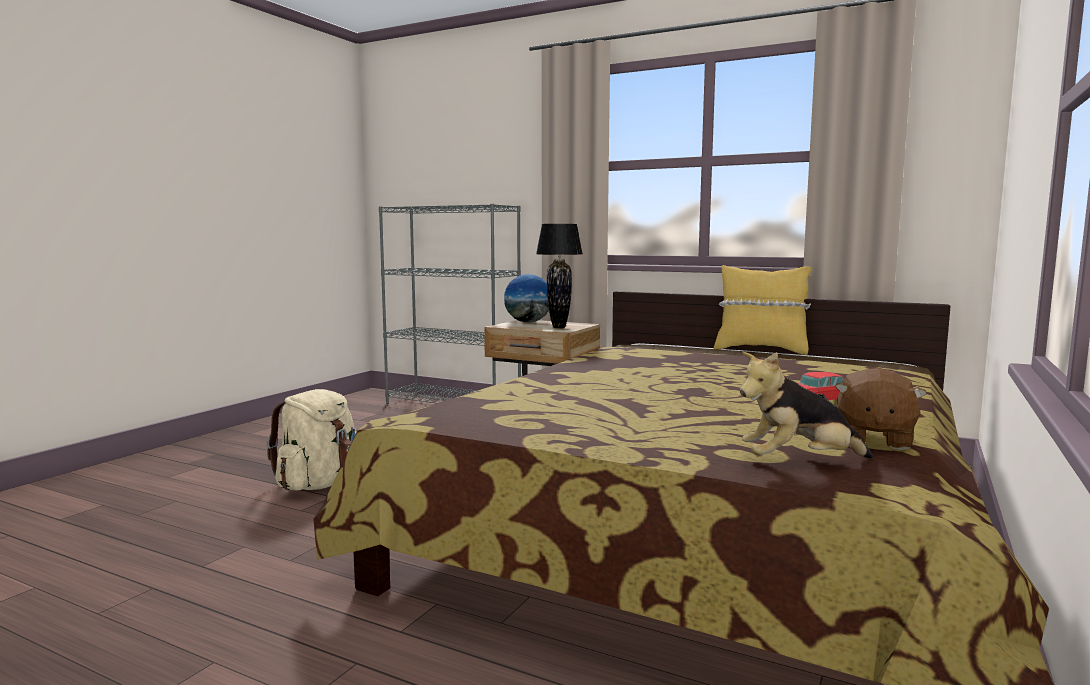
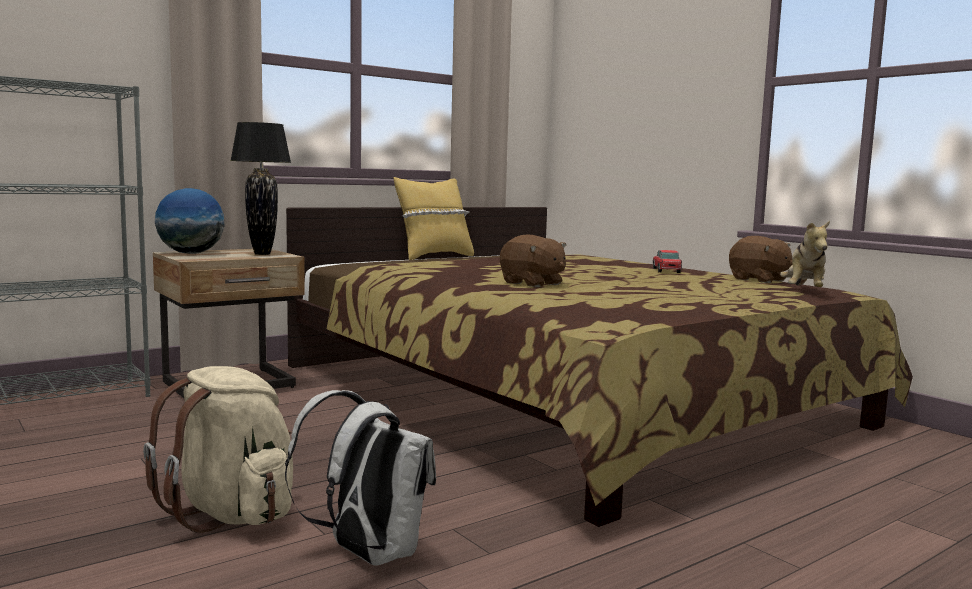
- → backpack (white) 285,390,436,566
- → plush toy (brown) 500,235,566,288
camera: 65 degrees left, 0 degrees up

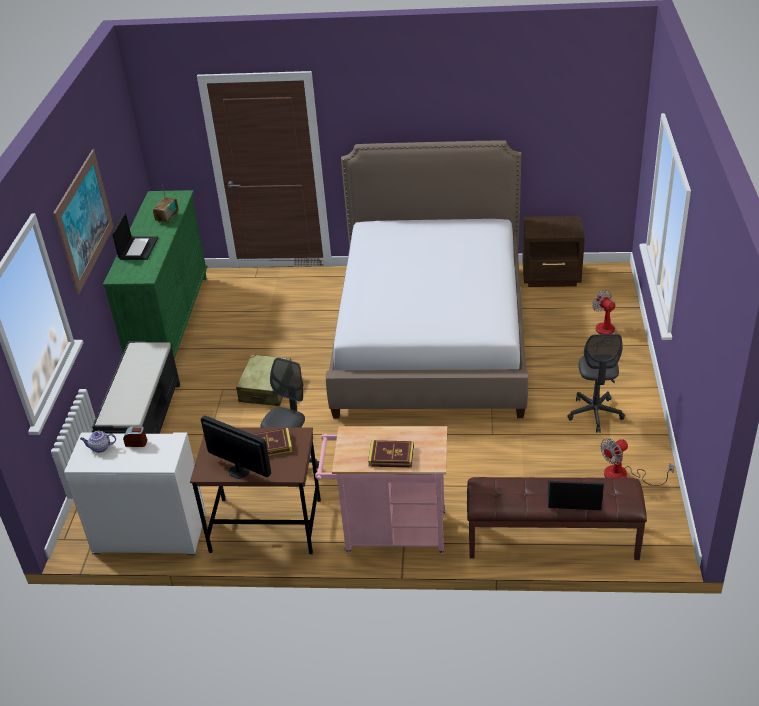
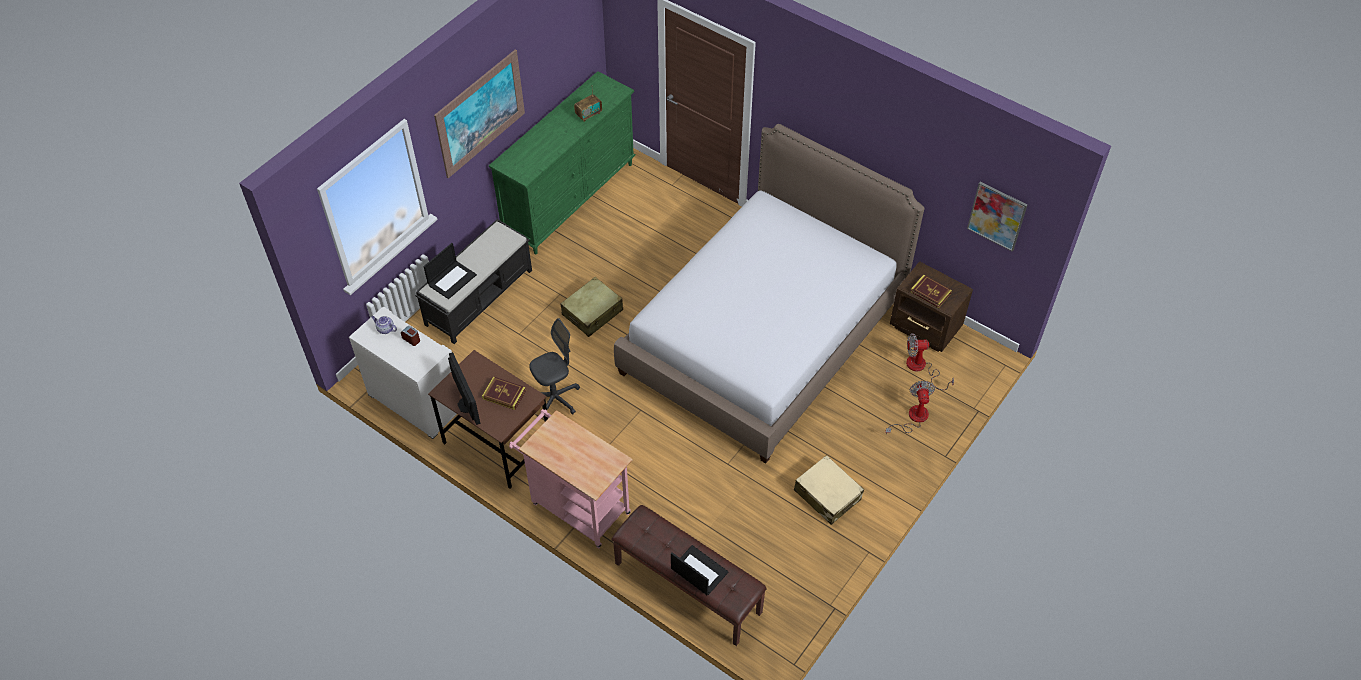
- → picture 967,182,1027,252
laptop 112,213,158,260 → laptop 423,243,477,299, relocated
book 368,440,414,468 → book 910,274,952,308, relocated
fan 600,438,674,486 → fan 906,333,954,390, relocated
office chair (grey) 567,334,625,433 → suitcase (beige) 794,455,864,525
camera: 30 degrees right, 15 degrees up

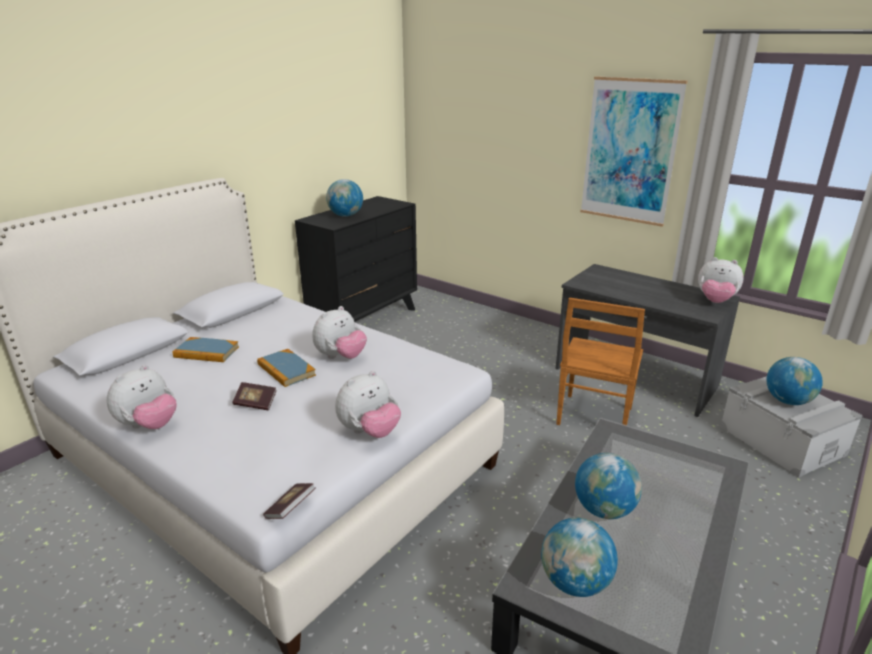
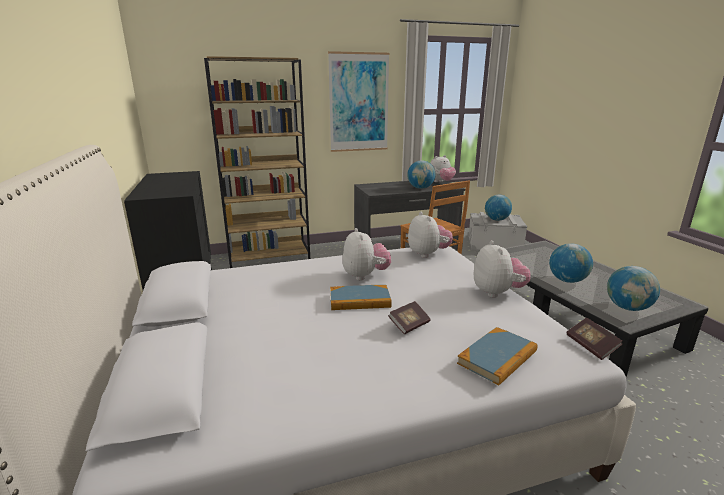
- → bookcase (brown) 204,56,310,268
plush toy 107,365,177,429 → plush toy 408,212,453,258, relocated
book 173,337,239,362 → book 457,327,537,385, relocated
globe 326,179,363,217 → globe 407,160,436,189, relocated
camera: 55 degrees left, 5 degrees down

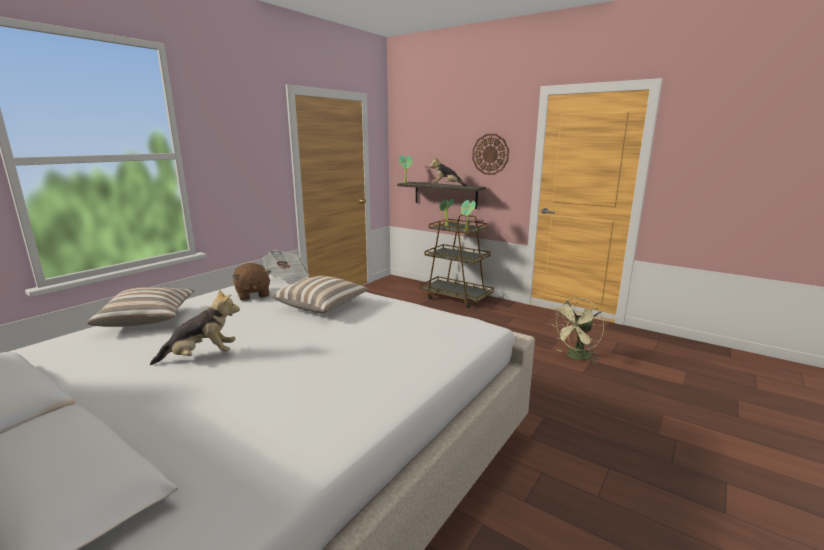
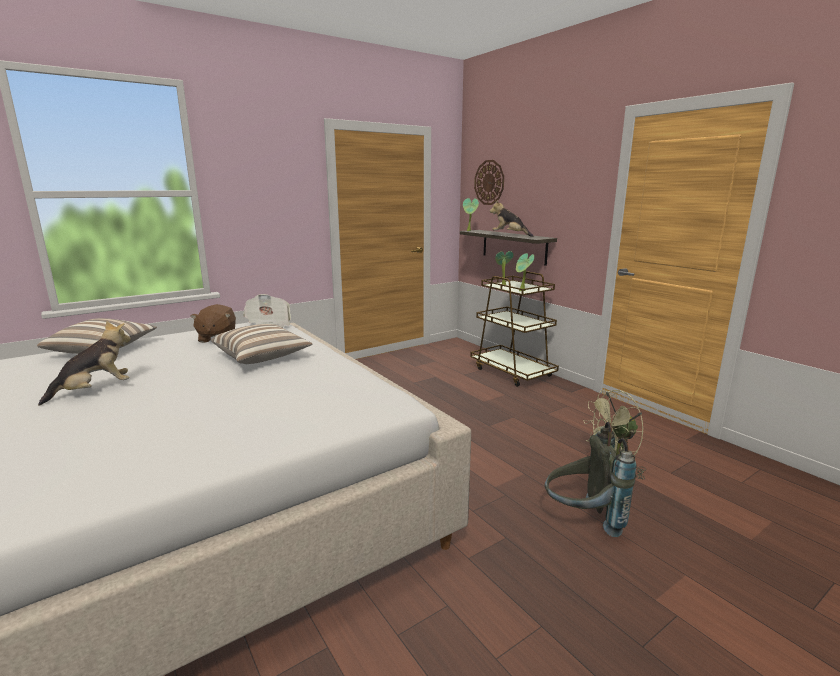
- → backpack (grey) 545,422,636,537
wall clock 472,134,509,175 → wall clock 474,160,504,205, relocated
plush toy 150,289,240,365 → plush toy 38,321,131,406, 45 degrees counterclockwise
camera: 20 degrees right, 0 degrees up

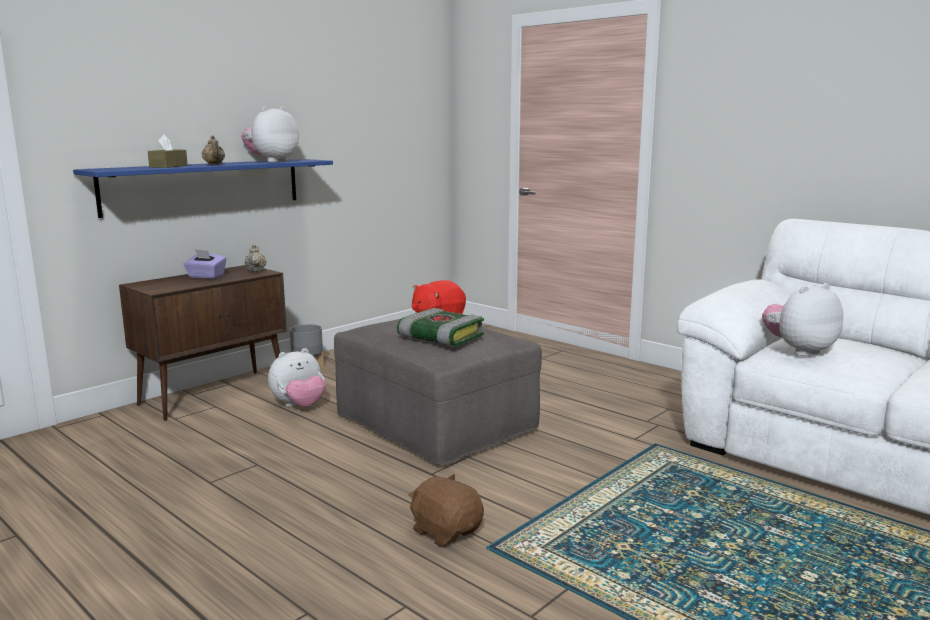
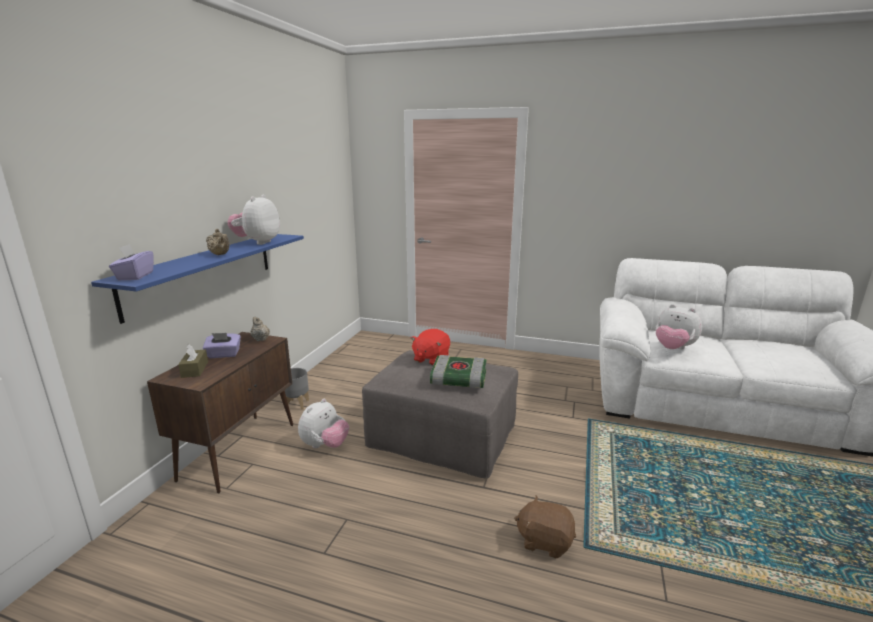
- → tissue box (purple) 109,244,154,280
tissue box (brown) 148,134,188,168 → tissue box (brown) 178,344,208,378, relocated
plush toy 762,283,843,356 → plush toy 655,304,702,349, 90 degrees counterclockwise
camera: 25 degrees left, 5 degrees up

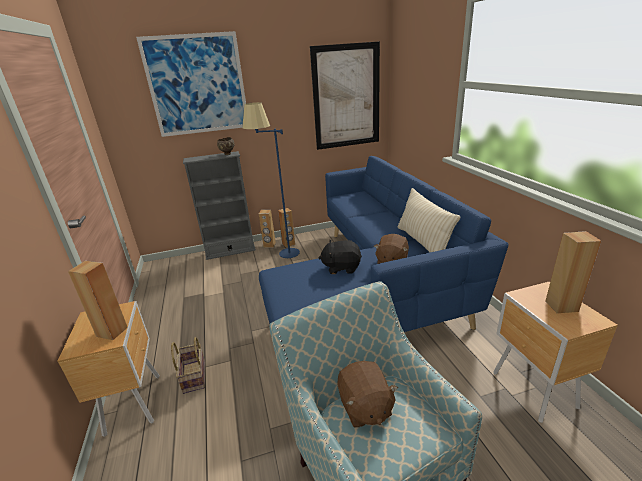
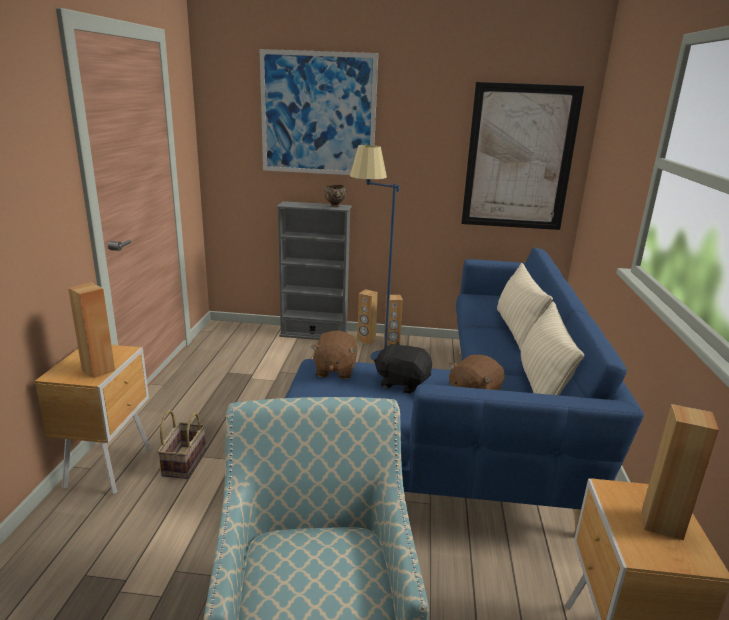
- → pillow (beige) 497,263,553,351
plush toy (brown) 337,361,398,428 → plush toy (brown) 311,330,357,379, relocated
camera: 20 degrees right, 5 degrees down

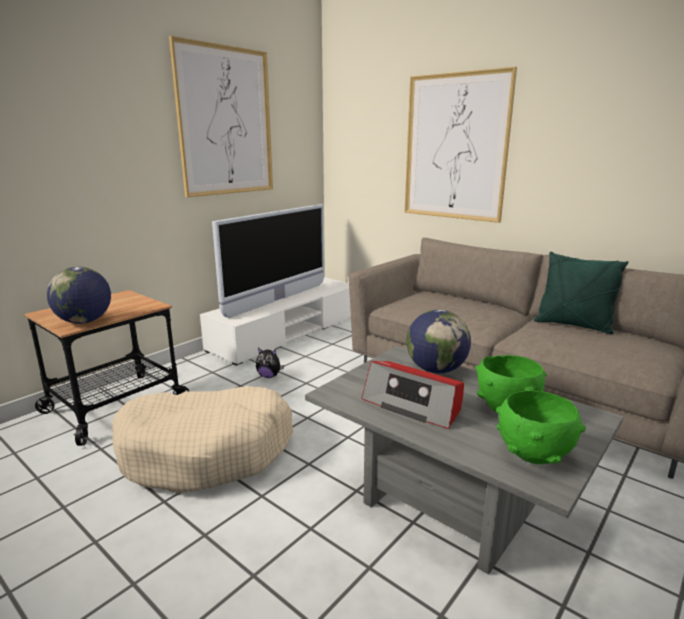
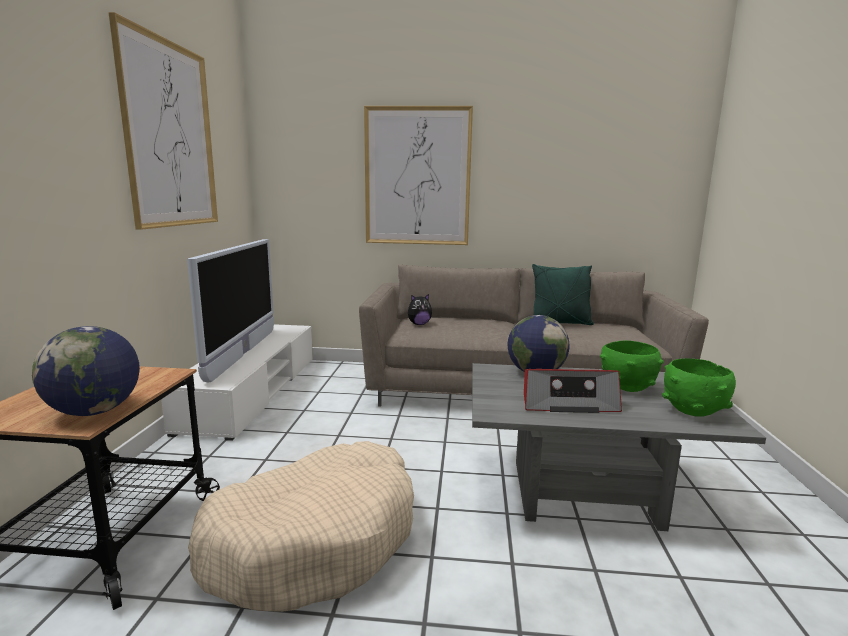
plush toy 256,348,284,378 → plush toy 408,294,432,325, relocated
camera: 35 degrees left, 5 degrees down

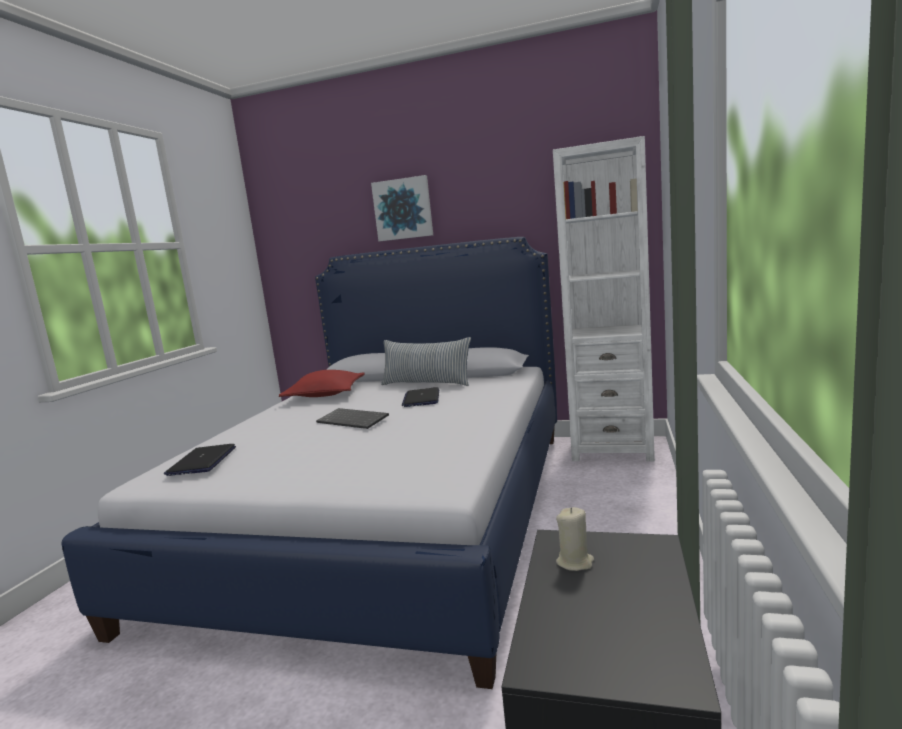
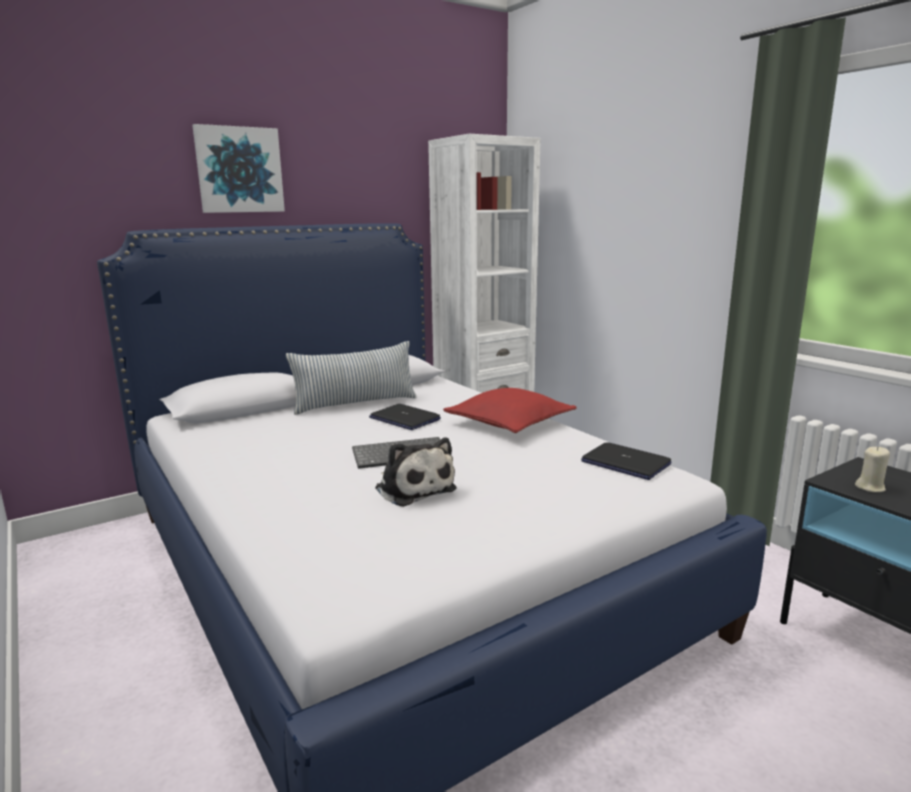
- → plush toy 375,437,457,507
laptop 164,444,236,476 → laptop 581,442,672,480, relocated
pillow (red) 279,370,365,397 → pillow (red) 443,388,577,433, relocated
camera: 50 degrees left, 5 degrees up

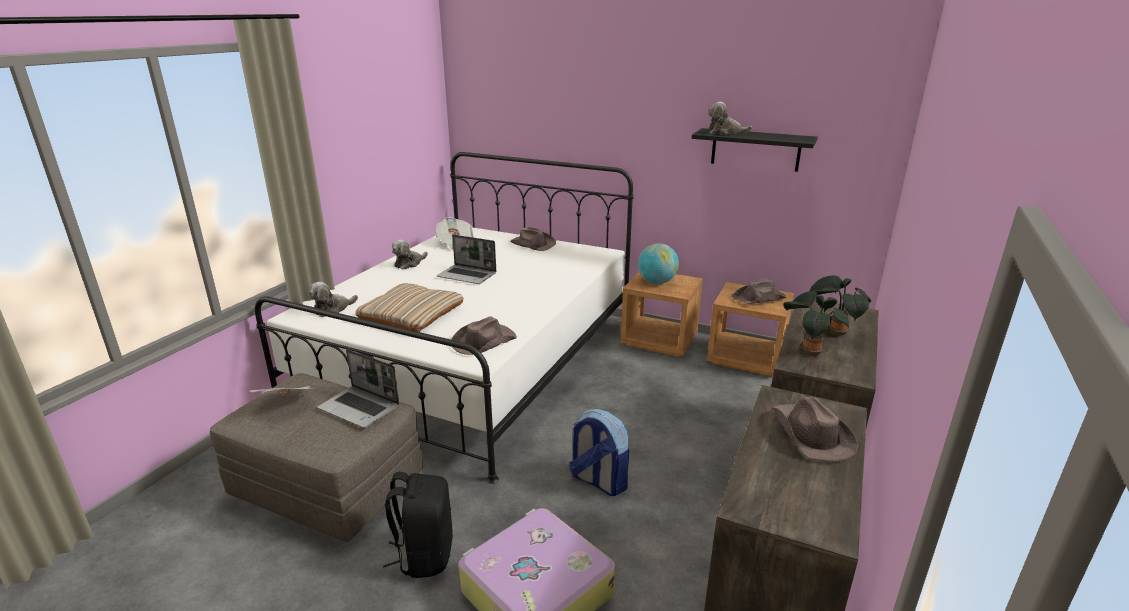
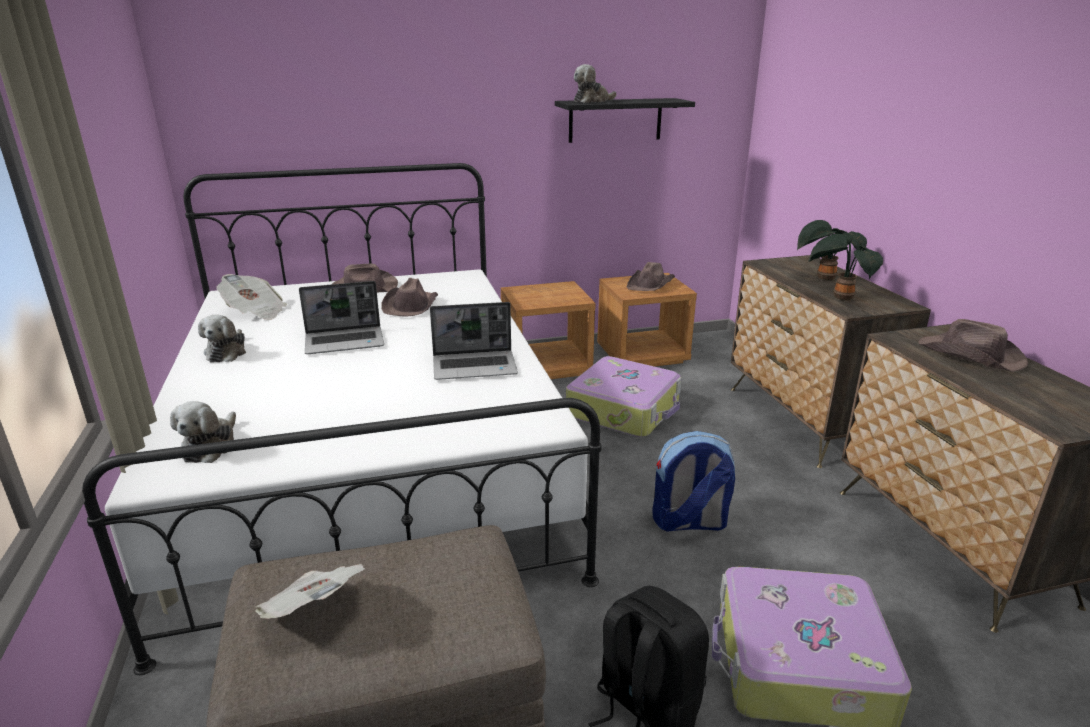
pillow (beige) 355,283,464,332 → -
globe 638,243,679,284 → -
- → suitcase 566,356,682,437
laptop 317,349,399,428 → laptop 430,302,518,380, relocated
hat (brown) 451,316,517,355 → hat (brown) 381,278,438,316, relocated
camera: 40 degrees left, 0 degrees up

